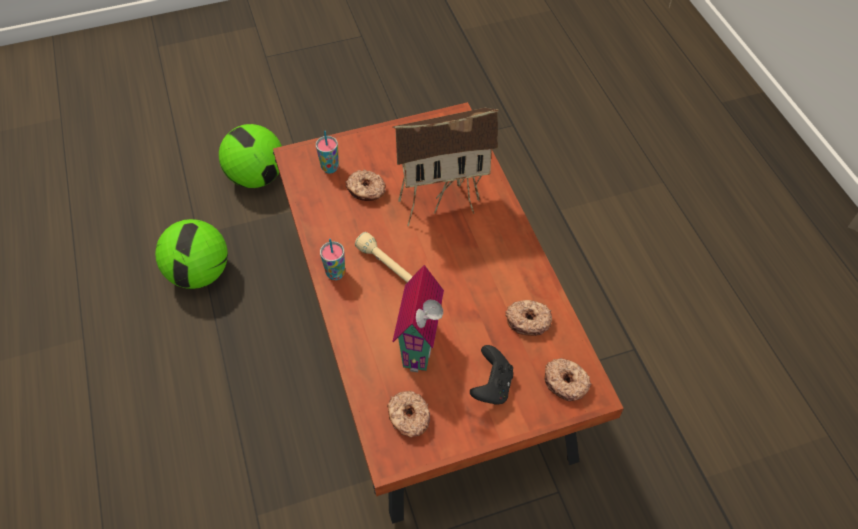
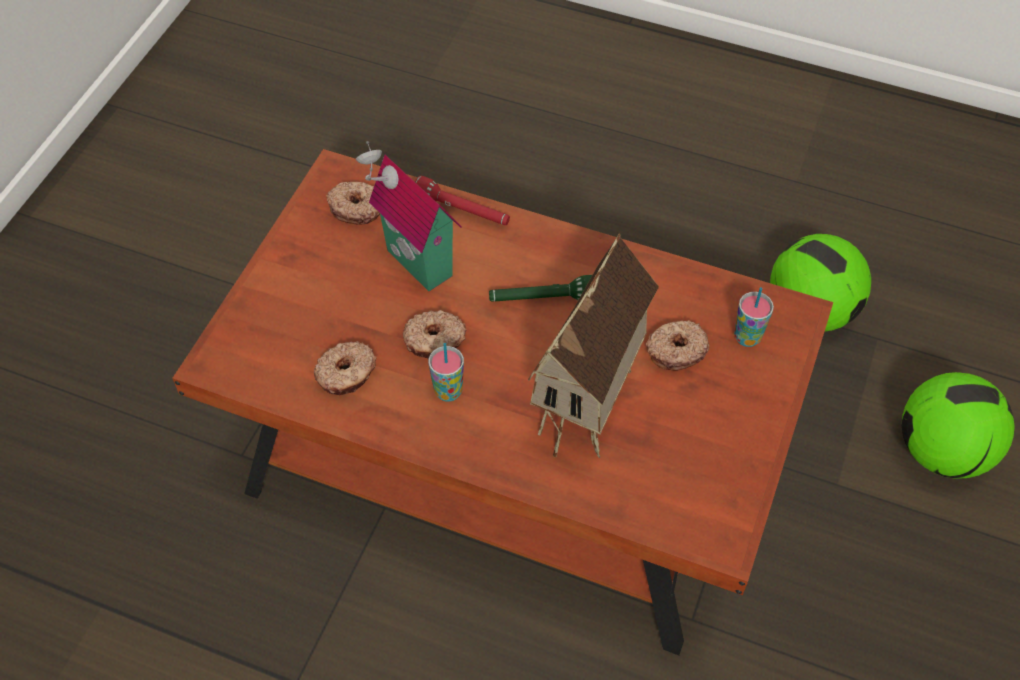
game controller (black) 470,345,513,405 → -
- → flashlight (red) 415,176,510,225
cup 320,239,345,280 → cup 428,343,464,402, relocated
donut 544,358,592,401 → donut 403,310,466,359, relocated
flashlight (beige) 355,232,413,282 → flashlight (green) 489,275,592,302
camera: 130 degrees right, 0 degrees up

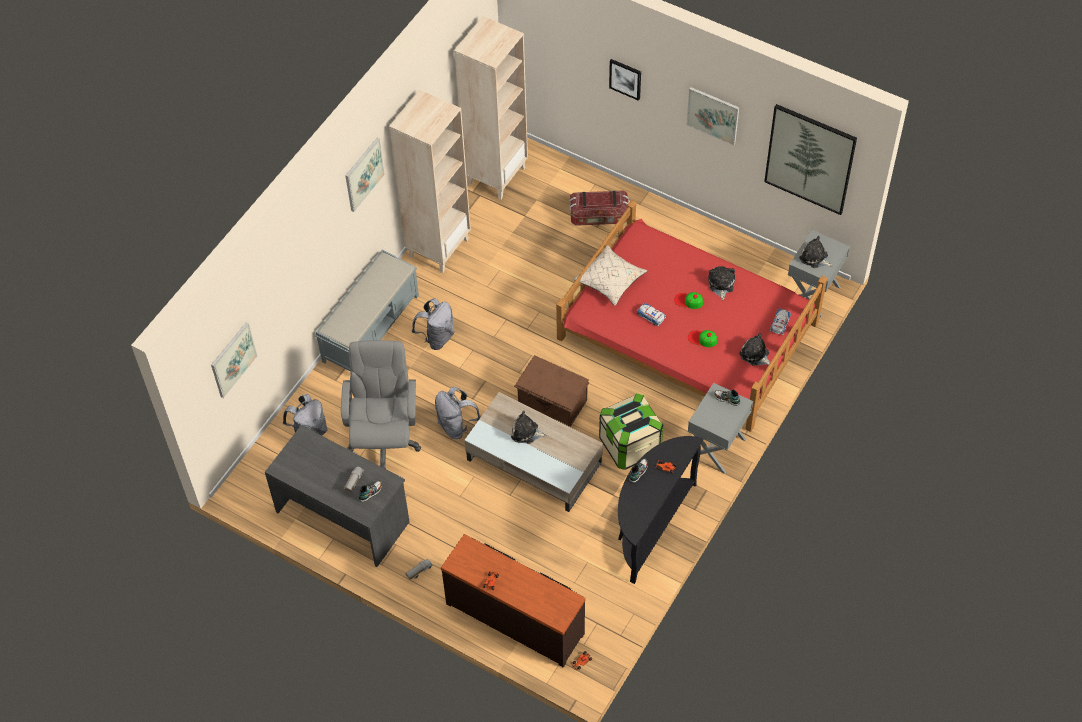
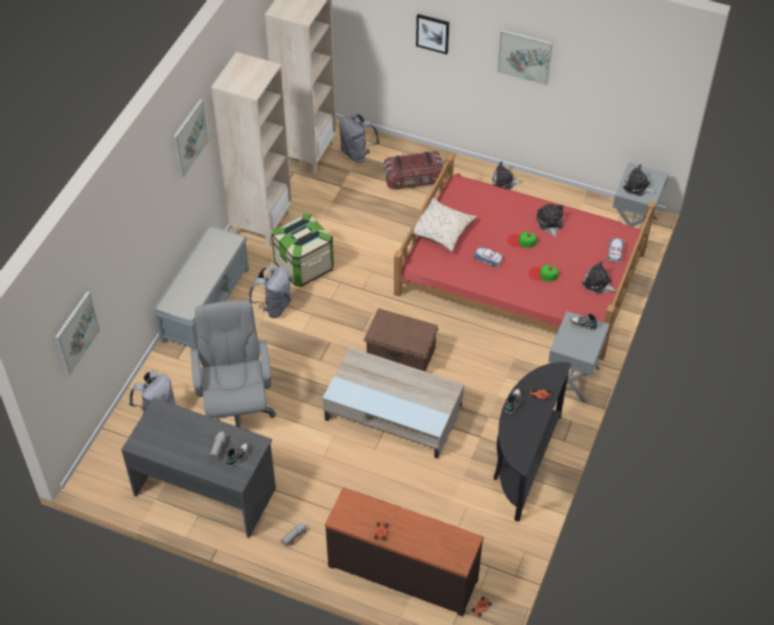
picture 764,104,857,215 → -
backpack (grey) 435,387,481,439 → backpack (grey) 339,113,380,163, relocated
plush toy 511,411,547,444 → plush toy 492,161,522,190, relocated
storage box 599,393,663,470 → storage box 272,213,334,287, relocated
camera: 10 degrees left, 5 degrees down

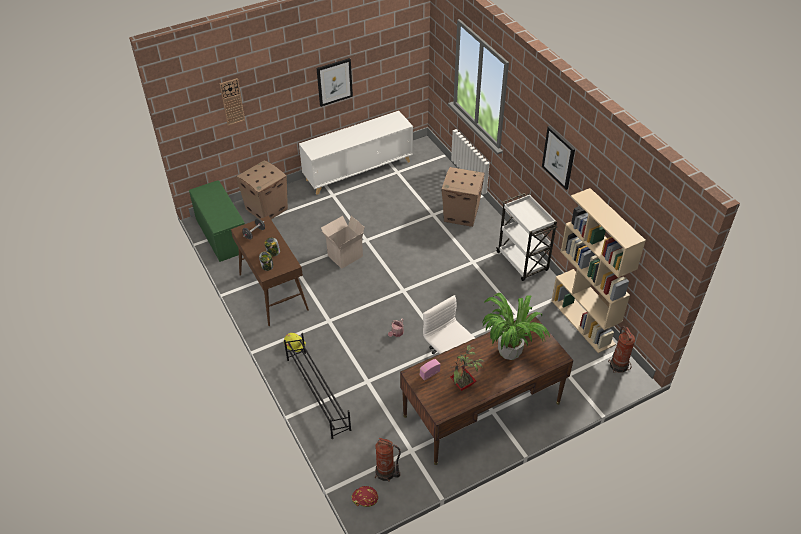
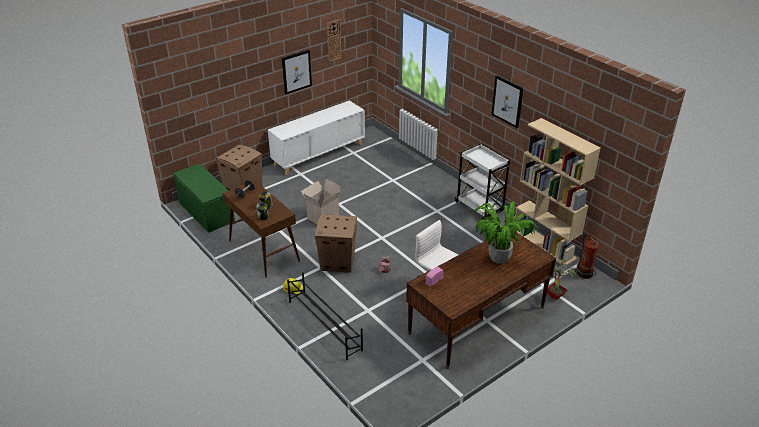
hard hat (red) 352,486,378,507 → -
fire extinguisher 375,438,401,482 → -
wall clock 220,78,245,126 → wall clock 327,19,341,62, relocated
cardboard box 441,167,485,227 → cardboard box 315,214,357,273, relocated
potted plant 450,345,484,391 → potted plant 547,259,576,300, relocated
camera: 10 degrees left, 10 degrees down

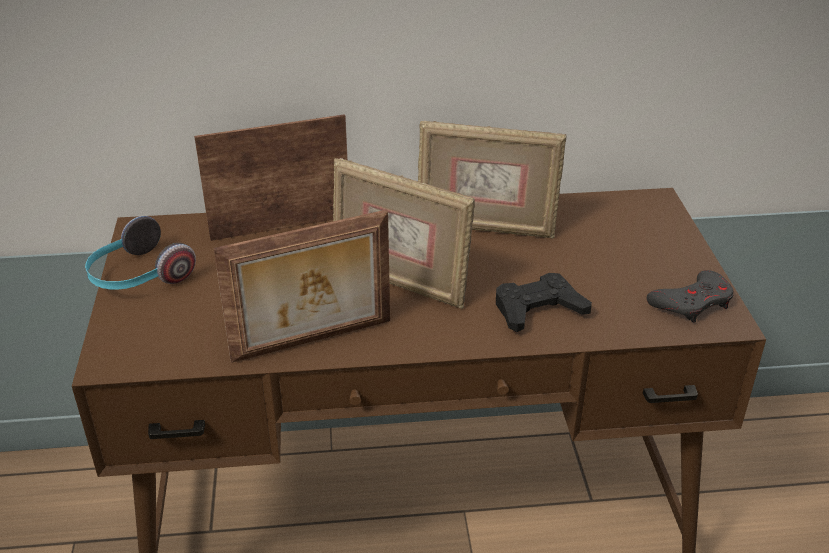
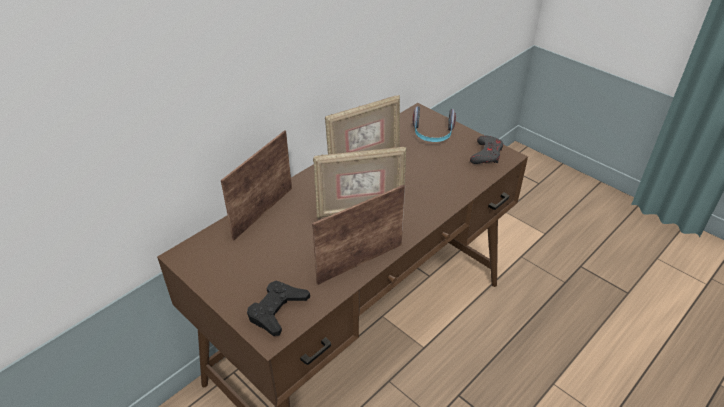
headphones 85,216,196,290 → headphones 412,106,456,142, relocated
game controller (black) 496,273,592,332 → game controller (black) 247,281,310,336, relocated
picture frame 214,209,390,363 → picture frame 312,185,405,285, 150 degrees counterclockwise
camera: 40 degrees left, 5 degrees up

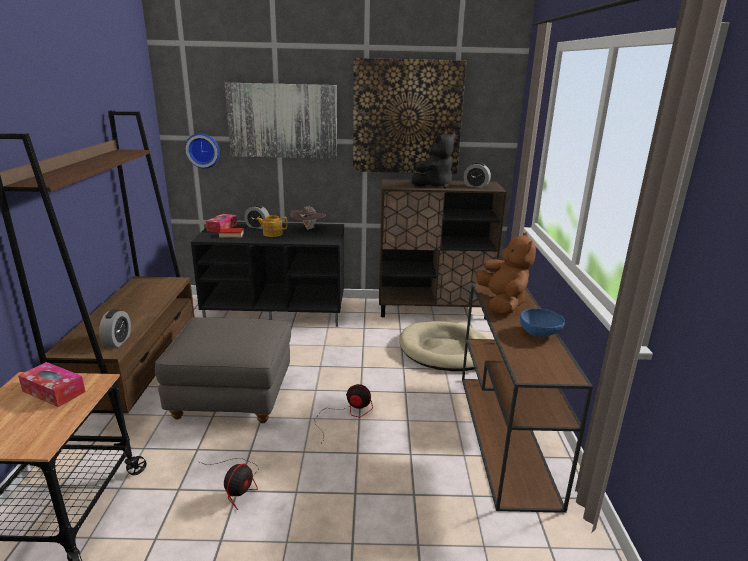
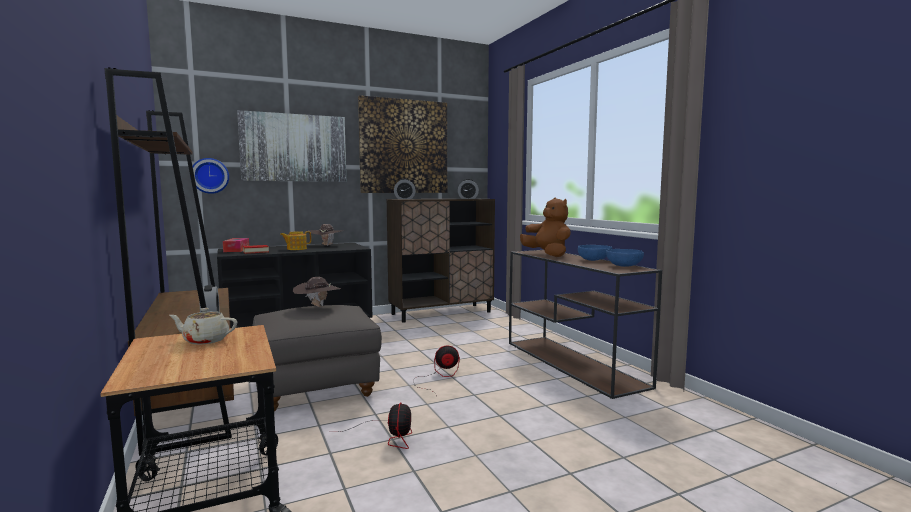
dog bed (beige) 400,321,488,371 → -
plush toy (black) 412,133,456,188 → -
- → hat (brown) 293,277,341,307
- → bowl (blue) 606,249,644,267
alarm clock 245,205,270,229 → alarm clock 394,179,416,199, relocated
tissue box 18,362,86,407 → teapot (beige) 169,308,237,345
camera: 25 degrees left, 15 degrees down

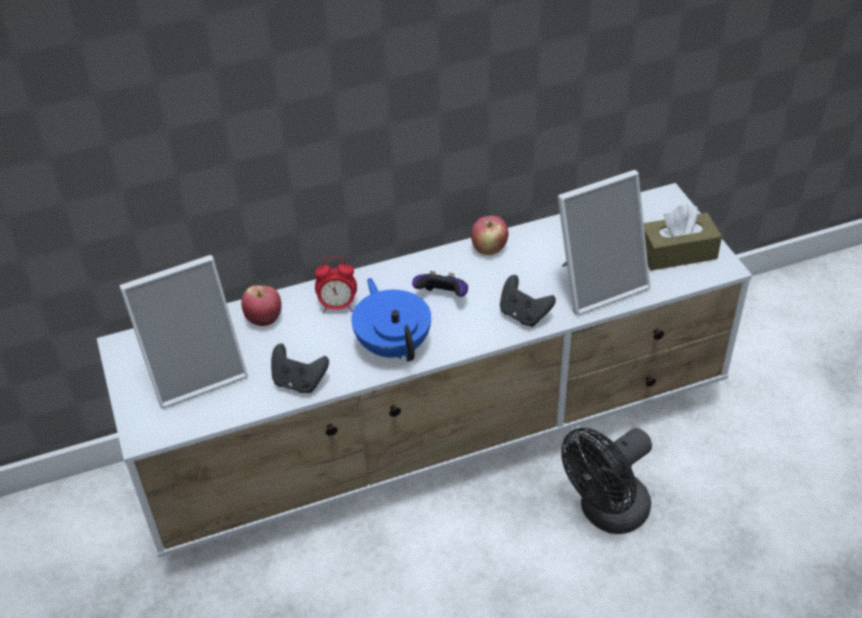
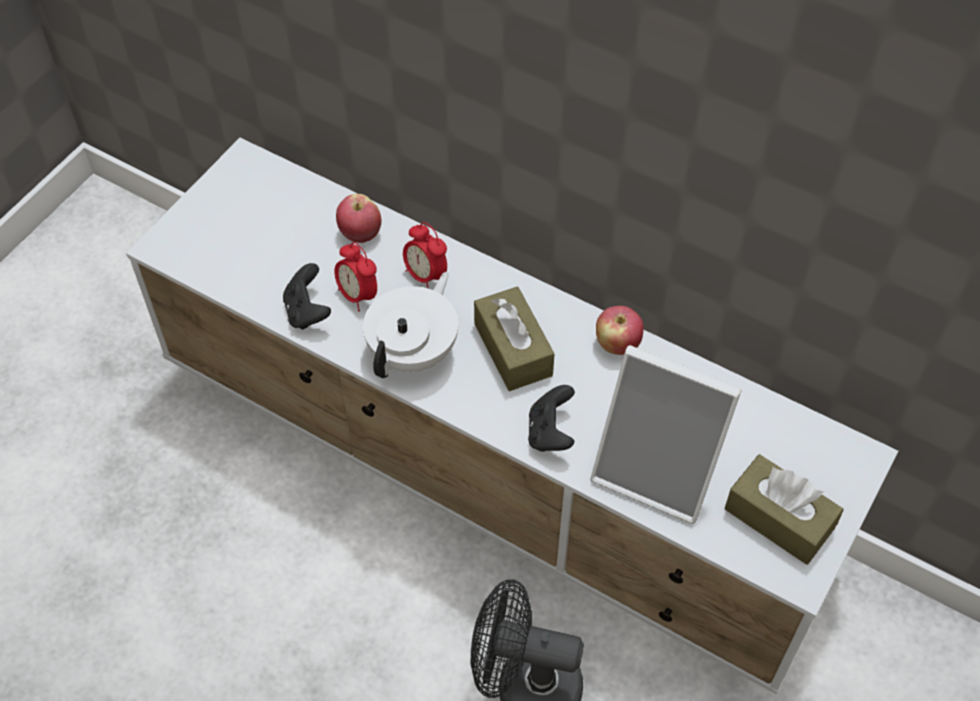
picture frame 120,255,248,408 → -
- → alarm clock 334,242,377,311
game controller 412,271,468,297 → tissue box (brown) 474,287,555,391
teapot (blue) 351,278,431,362 → teapot (white) 363,272,458,378
camera: 50 degrees right, 10 degrees up

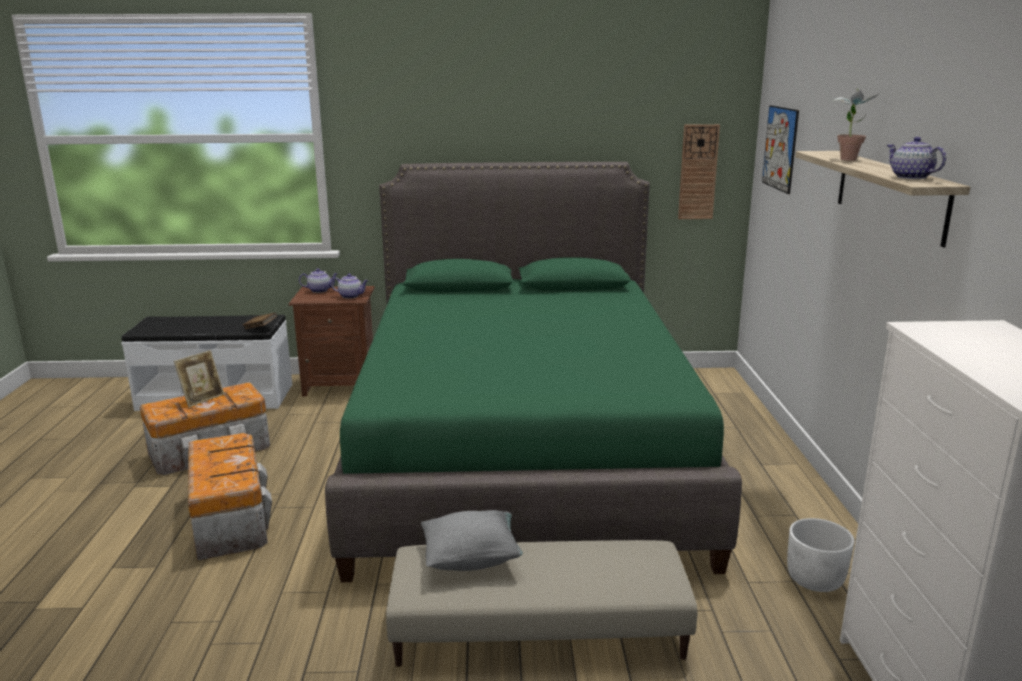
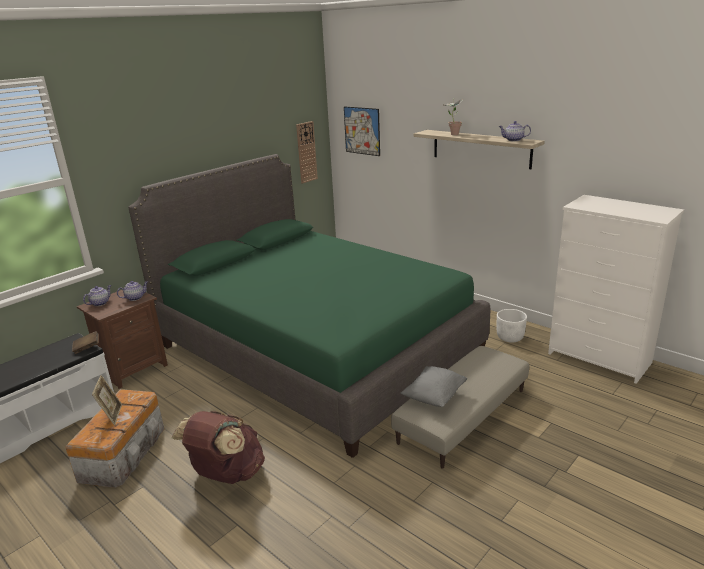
storage box 188,433,272,561 → backpack (brown) 171,411,265,484
camera: 45 degrees left, 5 degrees up

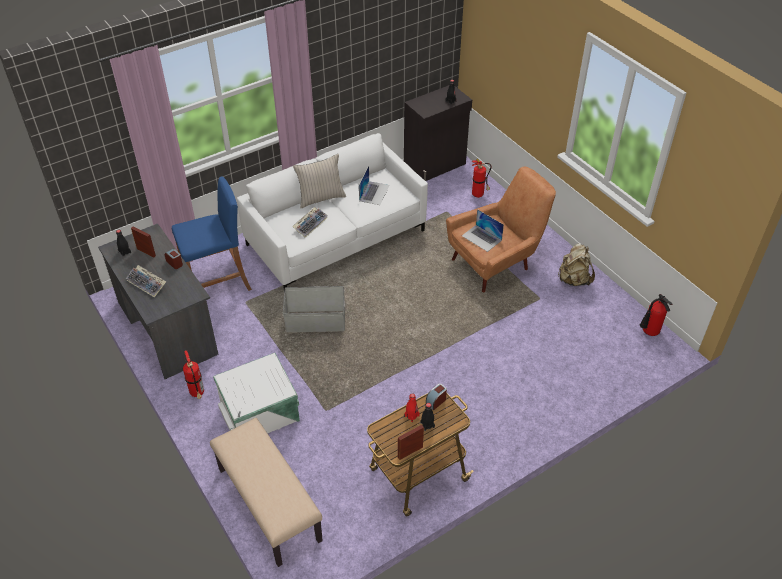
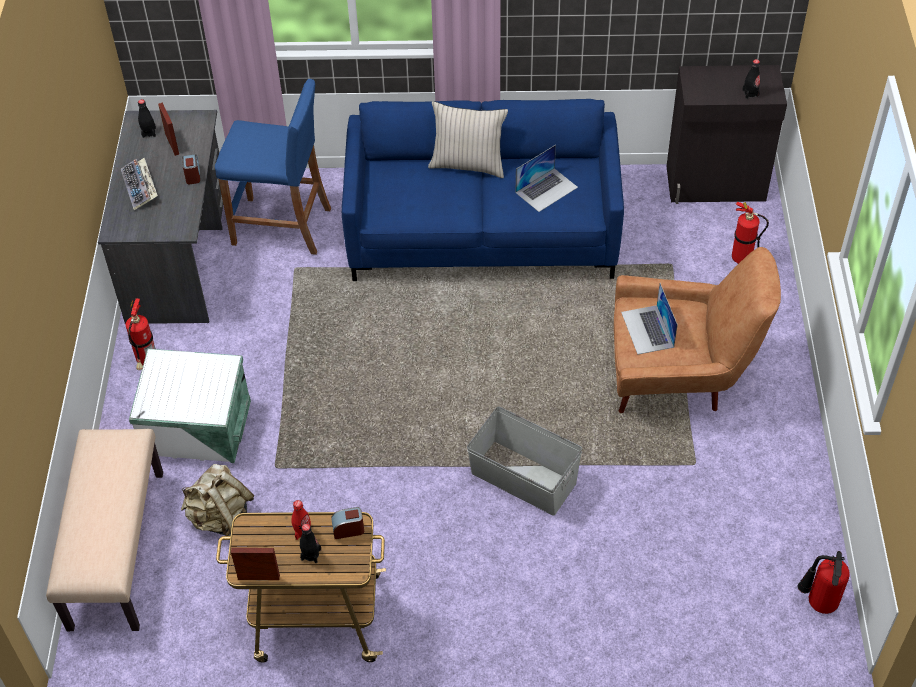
keyboard 292,207,327,238 → -
storage box (grey) 283,286,345,332 → storage box (grey) 467,406,582,516, relocated
backpack (beige) 558,243,595,286 → backpack (beige) 181,464,254,536, relocated
sofa (white) 237,133,428,291 → sofa (blue) 342,99,624,281
camera: 35 degrees right, 5 degrees up

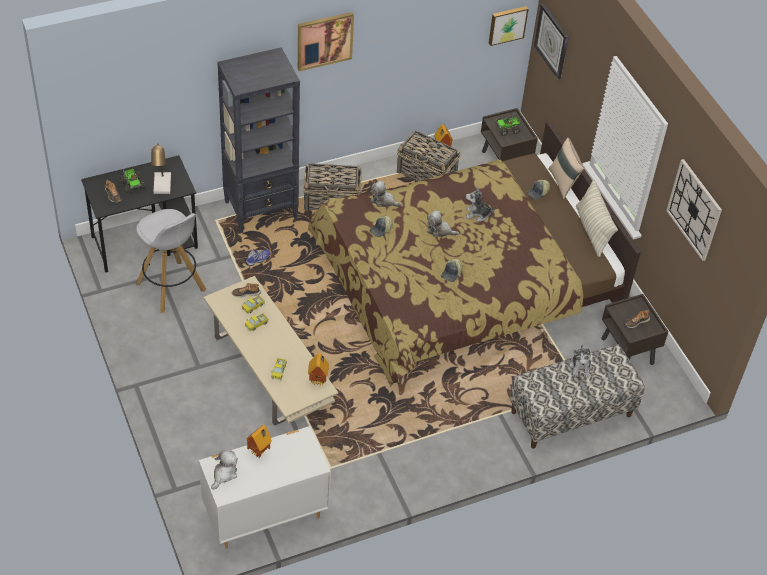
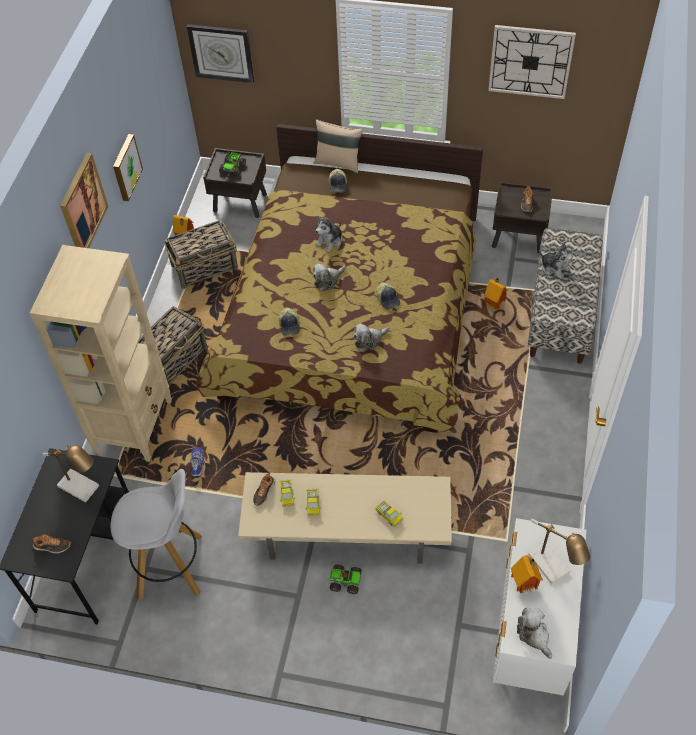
pillow 576,179,618,257 → -
- → table lamp 528,519,590,584
toy truck 120,169,146,193 → toy truck 330,565,362,594, relocated
toy house 308,353,329,385 → toy house 484,278,508,311, relocated
plush toy 371,181,402,207 → plush toy 354,323,390,352, relocated
picture 489,6,528,46 → picture 113,134,143,201, relocated
bookcase (black) 217,47,300,233 → bookcase (beige) 30,245,172,462
camera: 50 degrees left, 5 degrees up

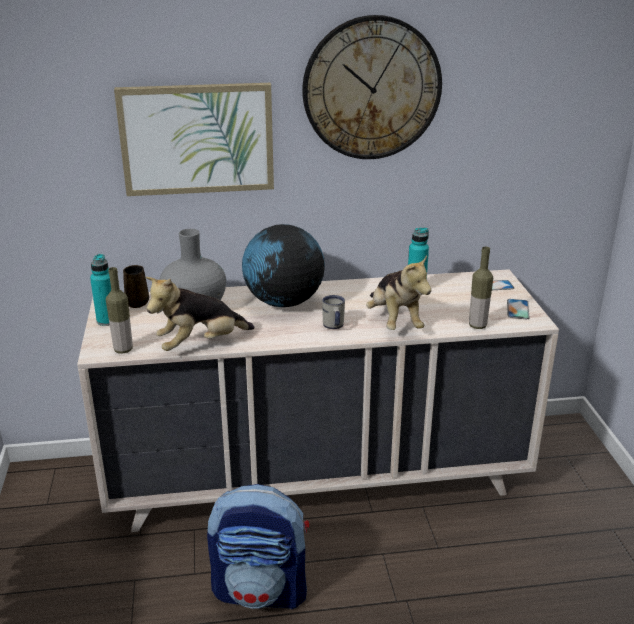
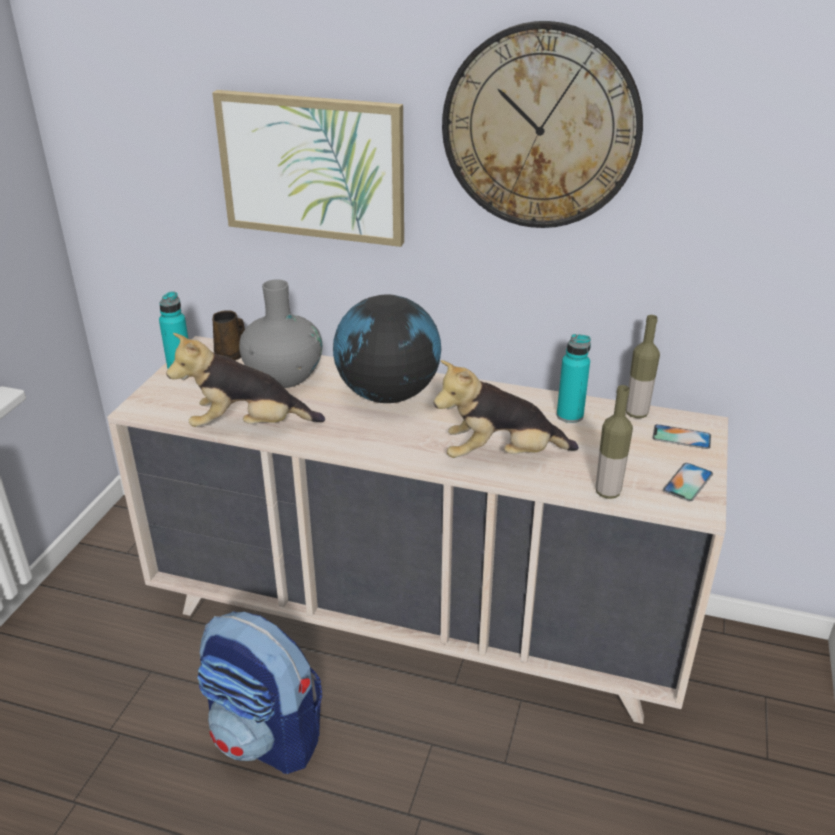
mug (white) 322,295,345,329 → -
bottle 106,267,133,354 → bottle 626,315,660,418, relocated
plush toy 366,255,431,330 → plush toy 434,360,579,458, 75 degrees clockwise
camera: 25 degrees right, 5 degrees up

